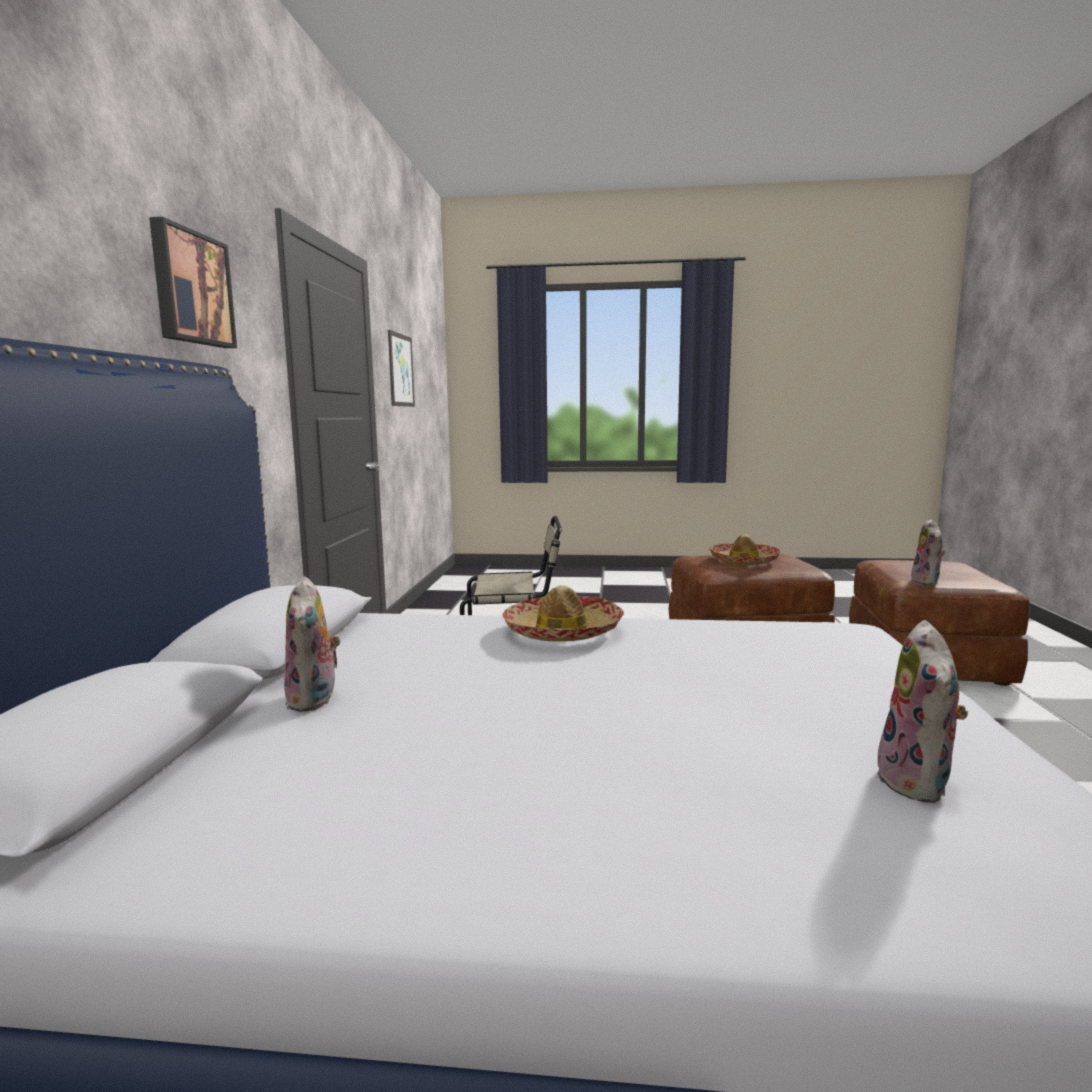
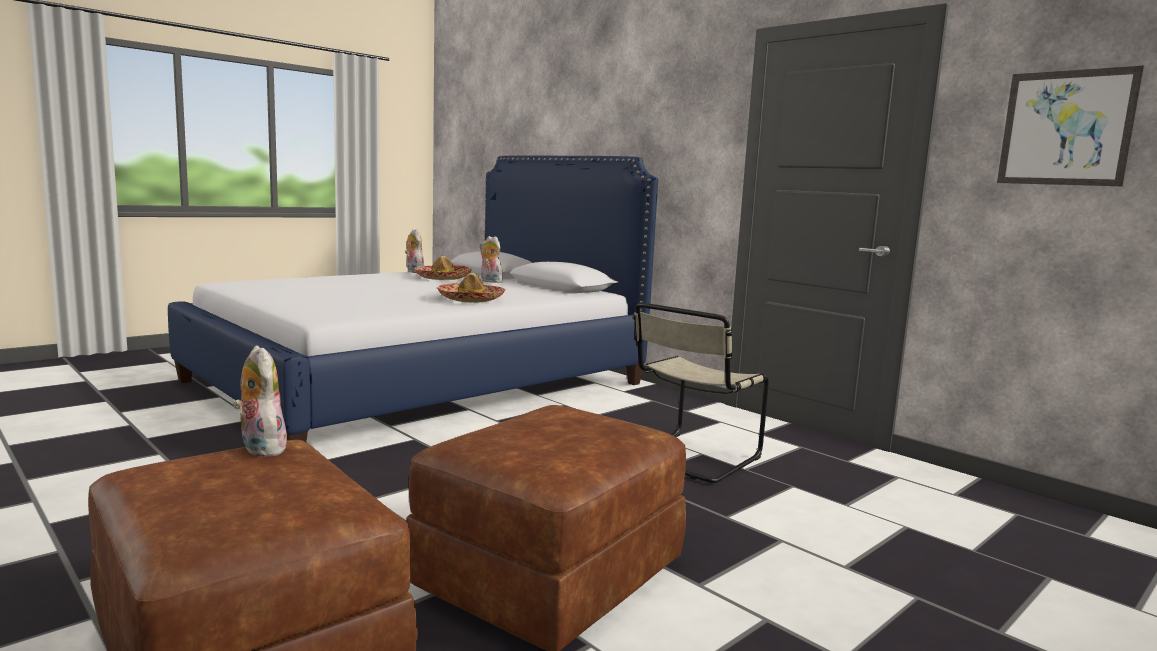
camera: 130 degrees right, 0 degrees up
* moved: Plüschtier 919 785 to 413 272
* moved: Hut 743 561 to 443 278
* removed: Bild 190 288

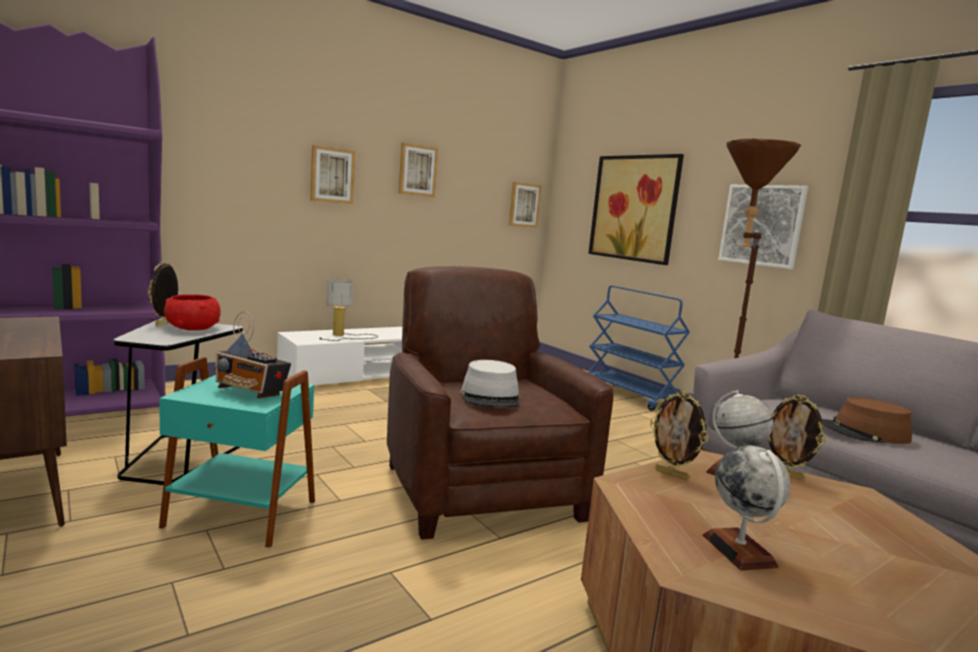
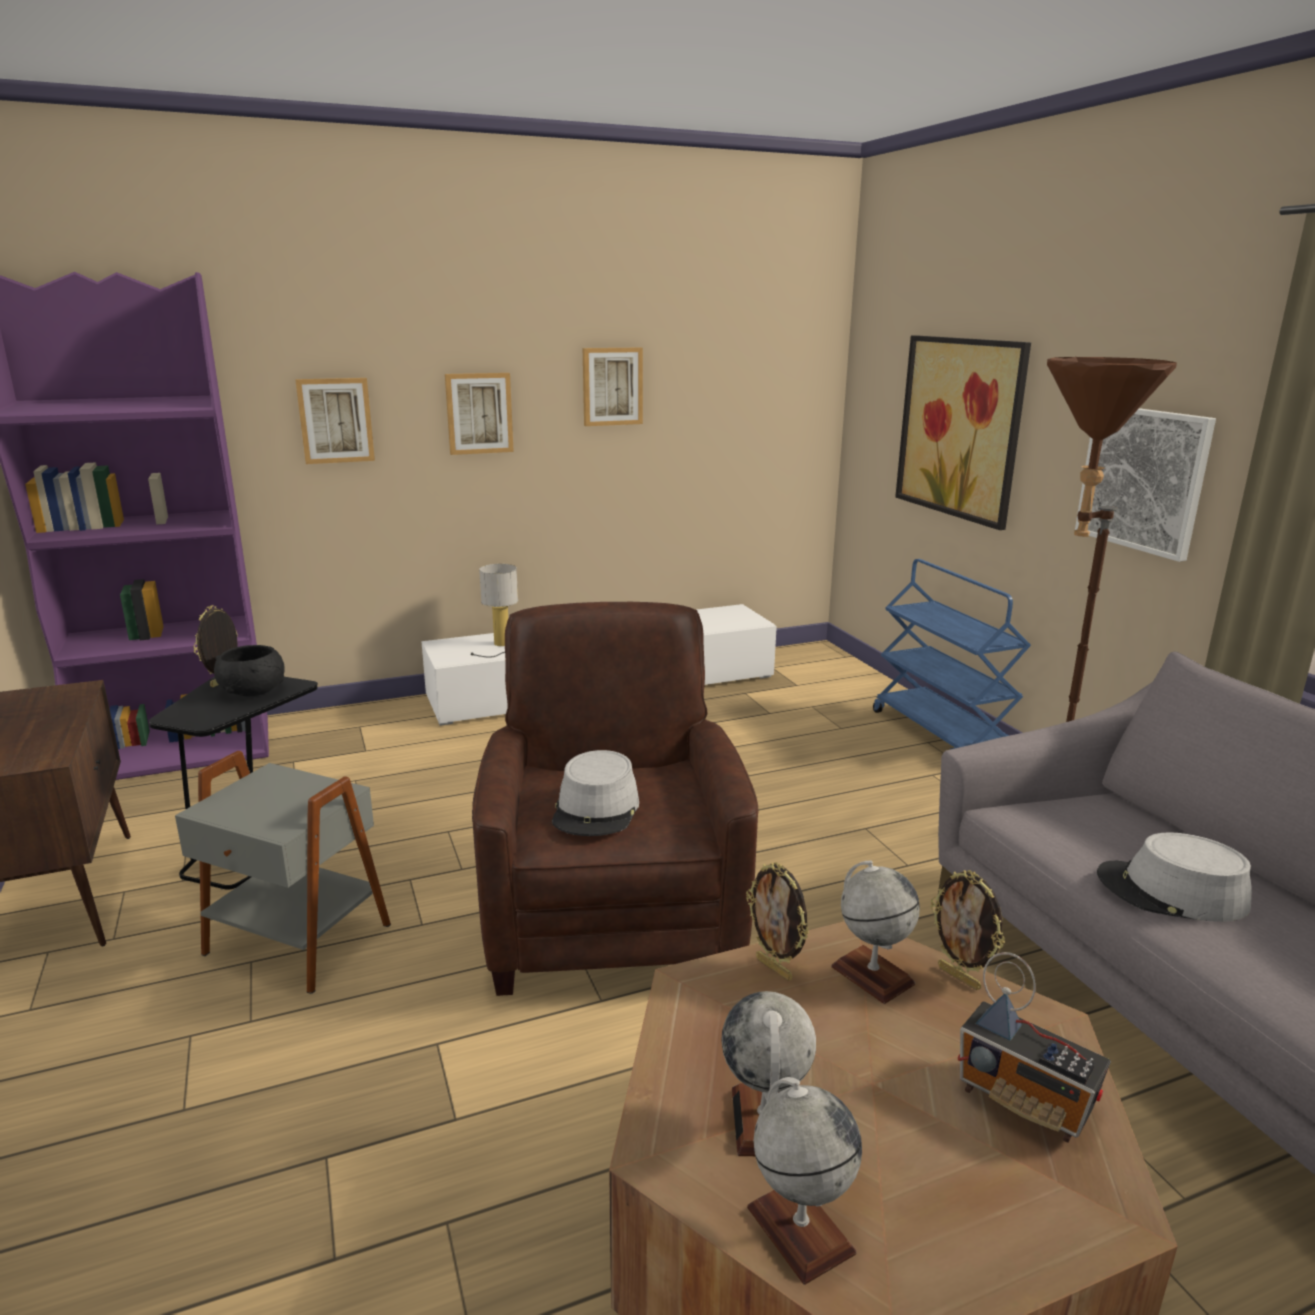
camera: 15 degrees right, 10 degrees up
* recoloured: Beistelltisch/türkis 240 515 to Beistelltisch/grau 295 941
* recoloured: Schüssel/rot 192 328 to Schüssel/schwarz 252 690
* moved: Bild 524 205 to 335 420
* added: Globus 799 1229
* moved: Radio 251 392 to 1025 1101
* recoloured: Hut/braun 863 433 to Hut/grau 1171 892

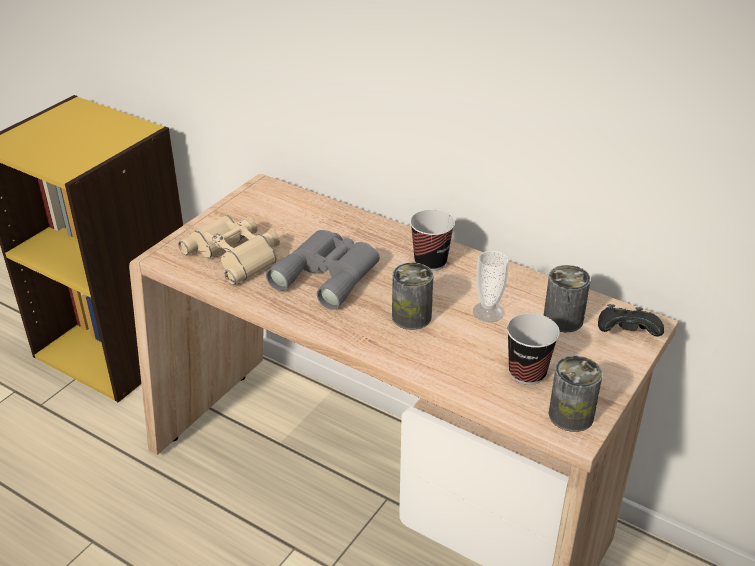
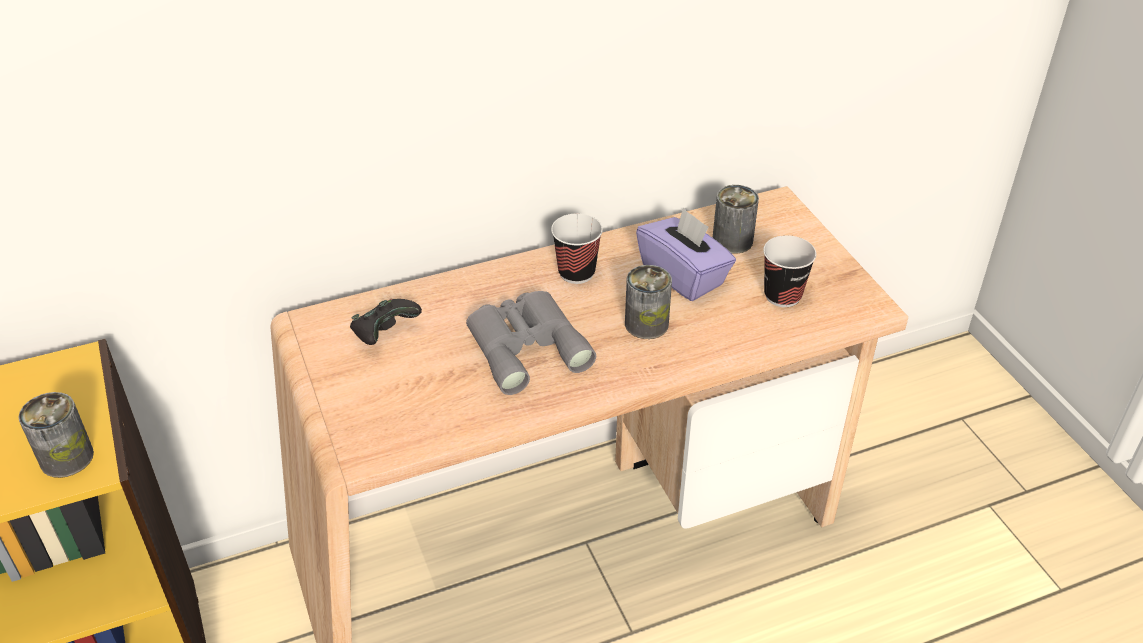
camera: 55 degrees left, 5 degrees up
* moved: Dose 571 415 to 67 458
* moved: Gamepad/schwarz 626 334 to 384 333
* replaced: Tasse 488 312 to Taschentuchbox/lila 683 276
* removed: Fernglas/beige 236 254

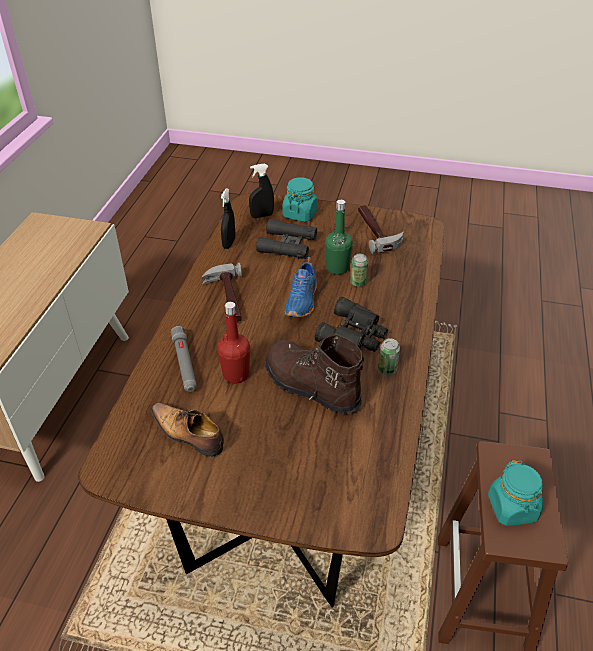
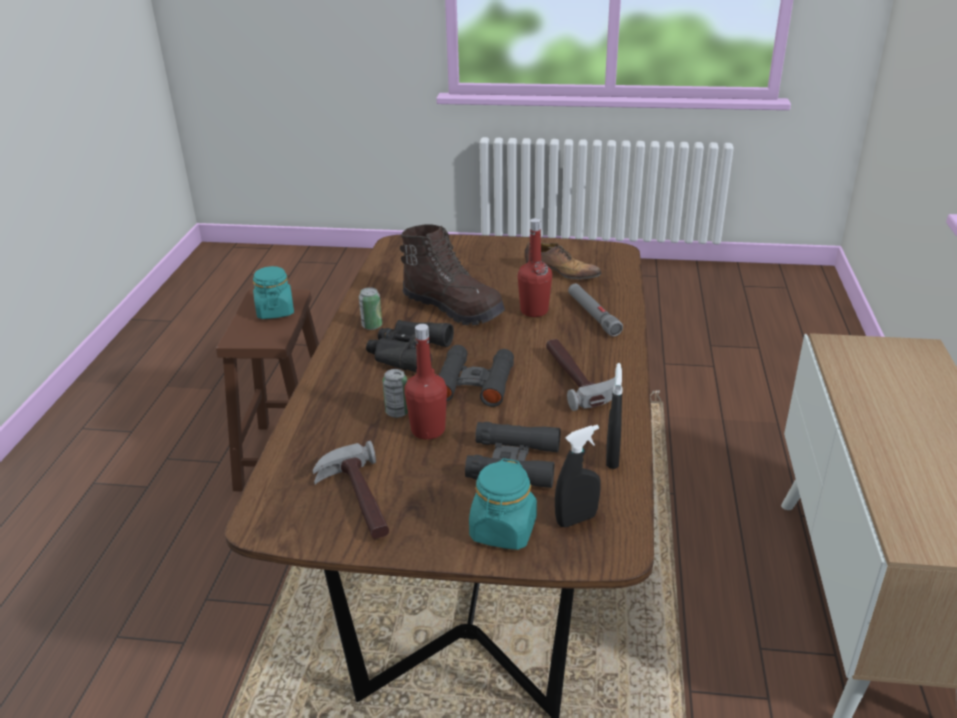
camera: 175 degrees right, 10 degrees down
* recoloured: Flasche/grün 337 268 to Flasche/rot 428 430
* replaced: Schuh/blau 302 301 to Fernglas/schwarz 474 383

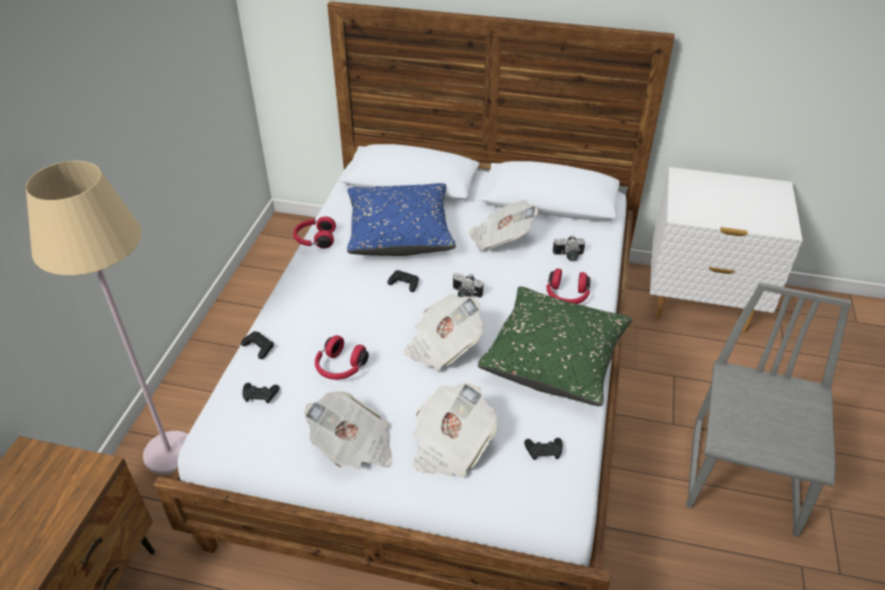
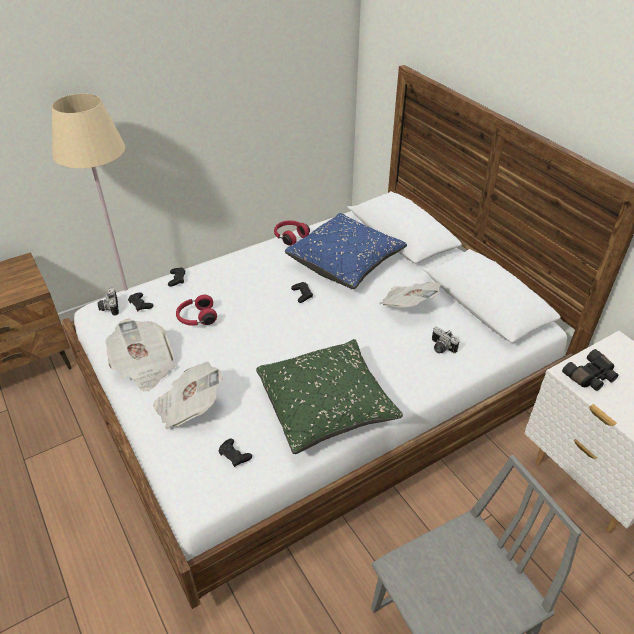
camera: 45 degrees right, 0 degrees up
* moved: Kamera 464 295 to 109 308
* added: Fernglas/schwarz 590 377
* removed: Zeitung 443 346
* removed: Kopfhörer/rot 567 296

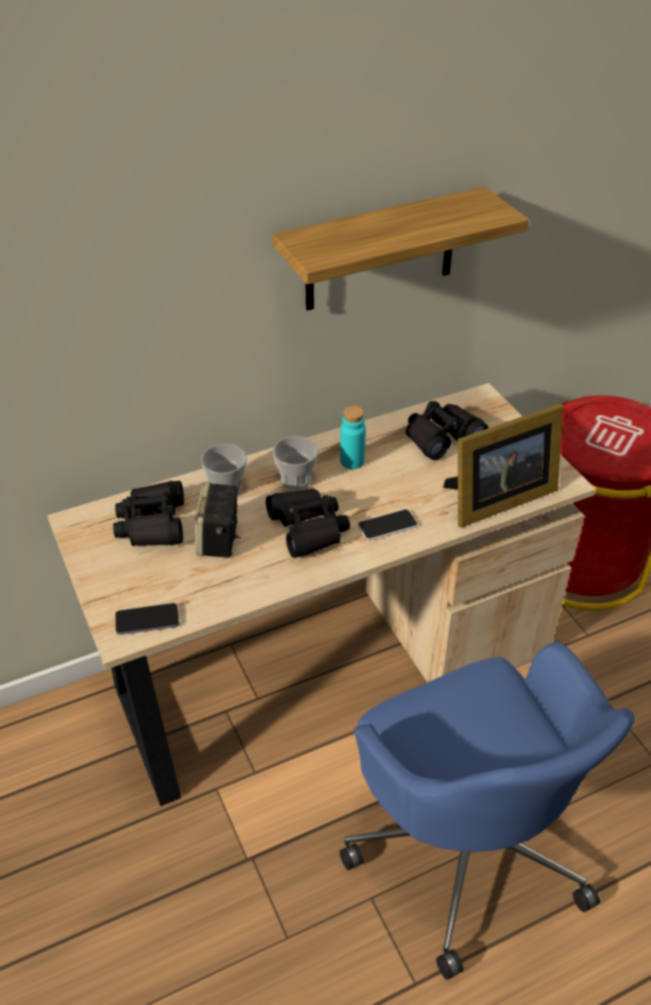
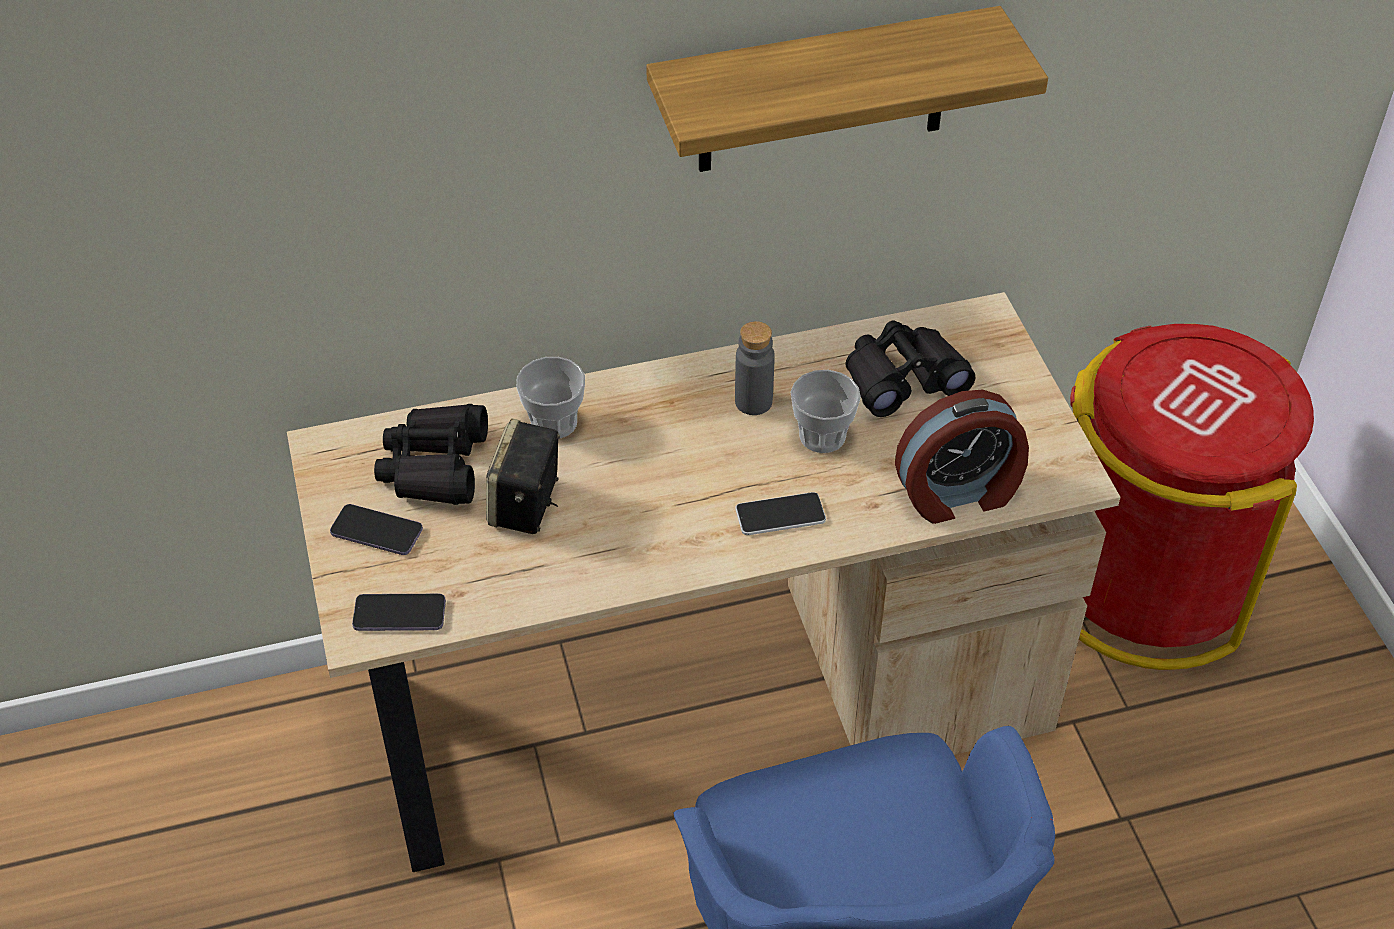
camera: 10 degrees right, 5 degrees up
* added: Handy 377 532
* recoloured: Flasche/türkis 352 461 to Flasche/grau 753 402
* moved: Tasse 296 480 to 822 436
* replaced: Bilderrahmen 496 499 to Wecker 958 494
* removed: Fernglas/schwarz 308 528

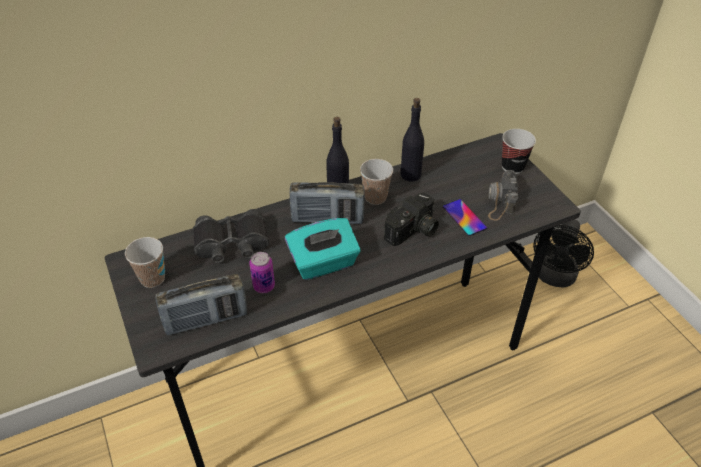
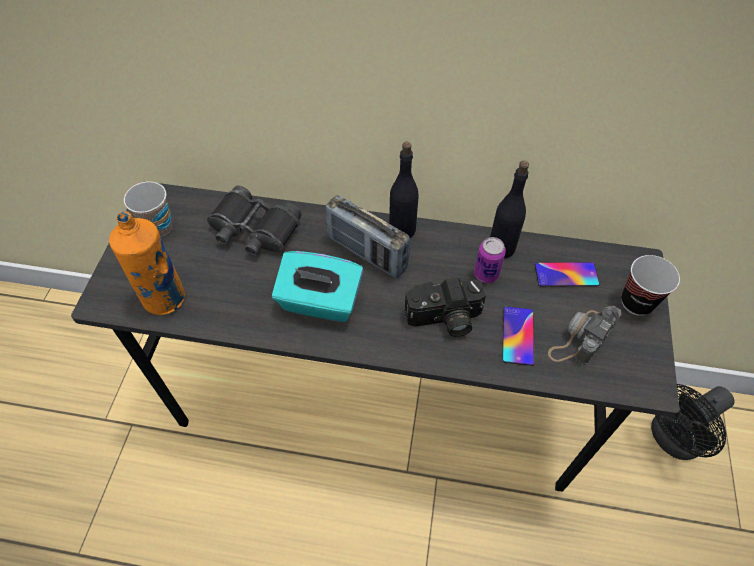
camera: 35 degrees right, 10 degrees up
* replaced: Radio 206 320 to Flasche/orange 165 298
* moved: Dose 264 286 to 486 274
* added: Handy 566 275
* removed: Tasse 375 197

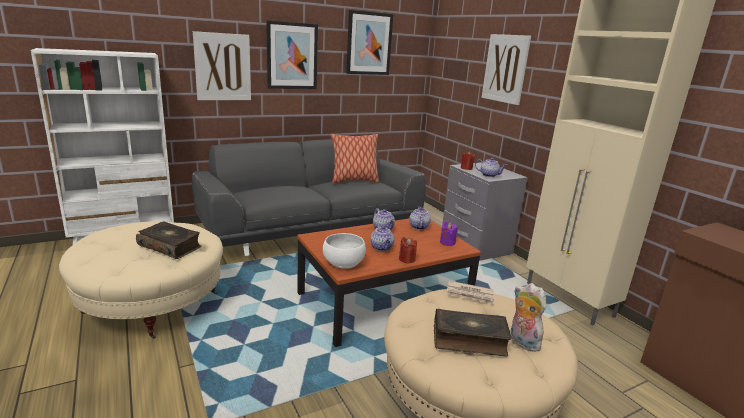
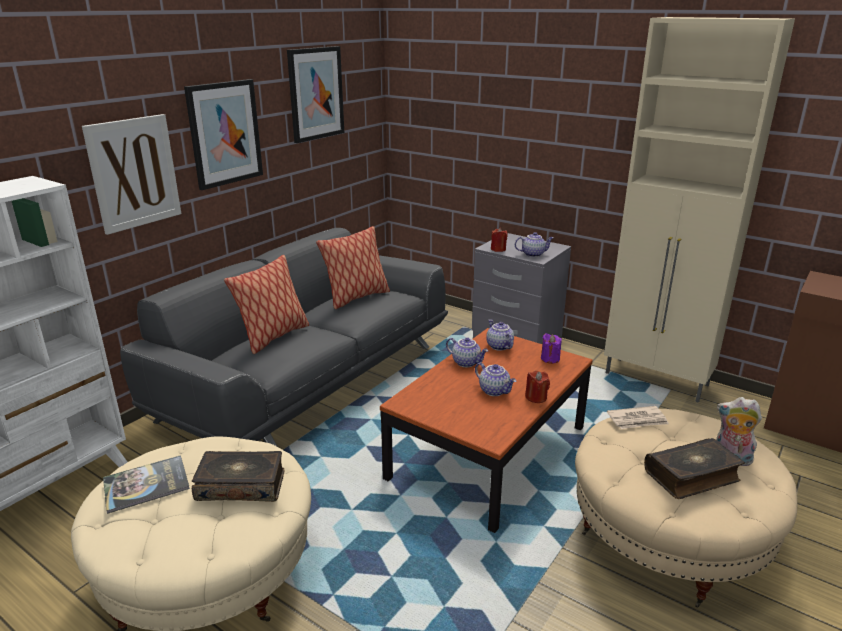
camera: 25 degrees left, 5 degrees up
* added: Buch 146 484
* added: Kissen 273 337
* removed: Schüssel/weiß 343 263
* removed: Bild 505 68

